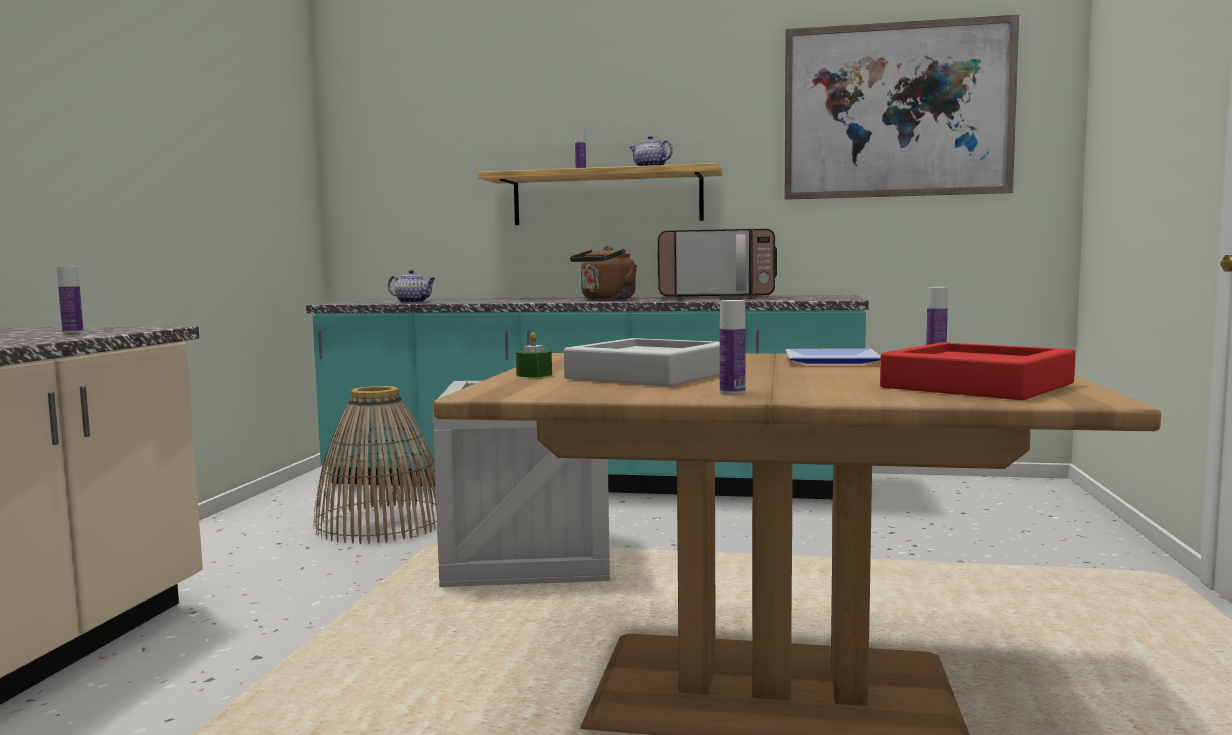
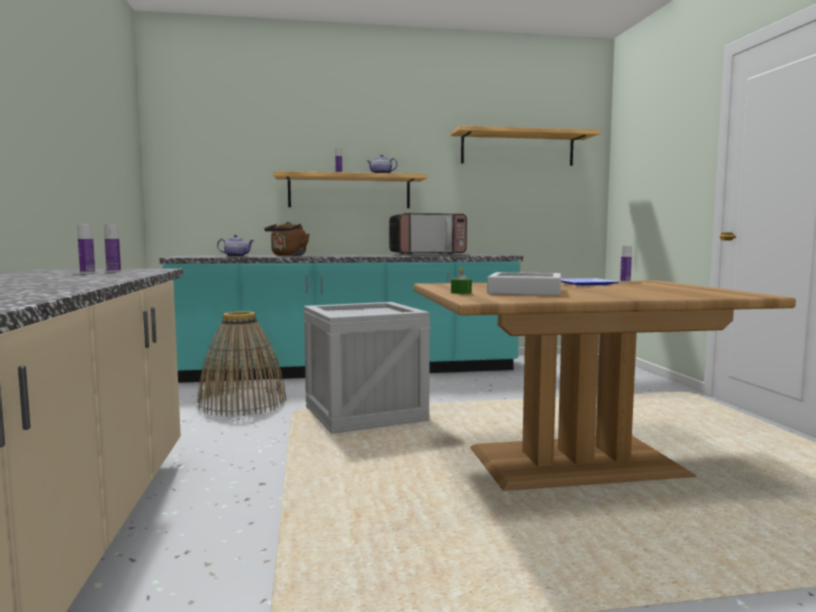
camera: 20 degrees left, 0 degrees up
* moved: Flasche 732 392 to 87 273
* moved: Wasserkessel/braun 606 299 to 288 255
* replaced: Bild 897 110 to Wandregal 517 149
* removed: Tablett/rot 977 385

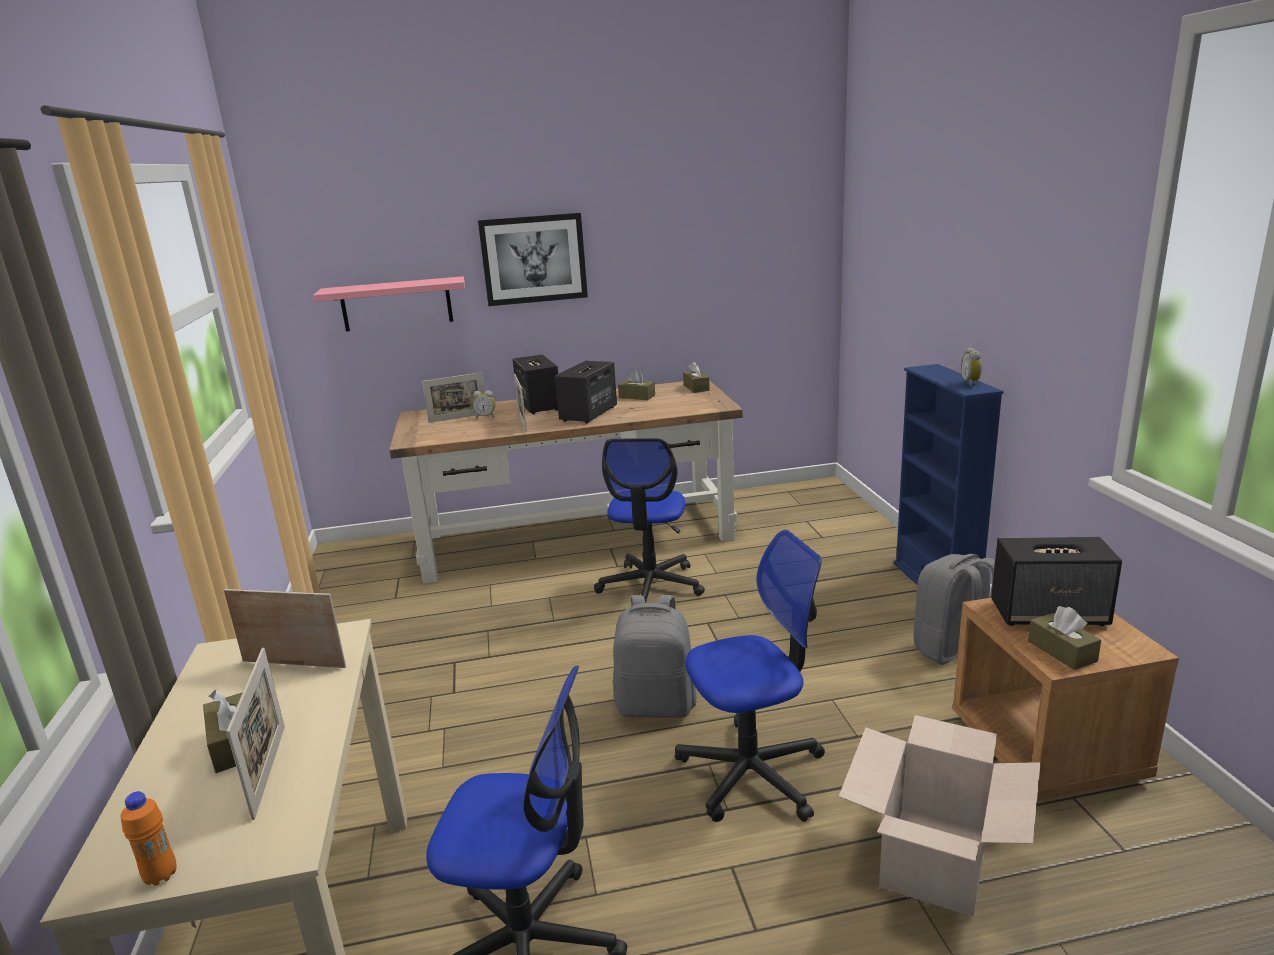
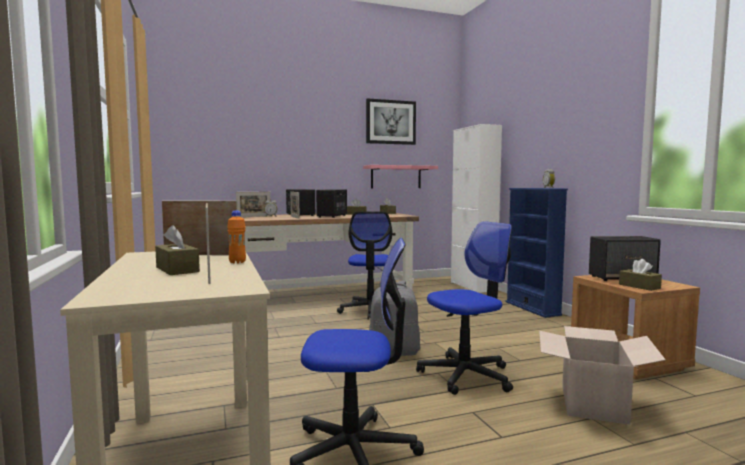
camera: 10 degrees left, 15 degrees down
* moved: Flasche/orange 161 876 to 237 262
* moved: Wandregal/rosa 396 304 to 396 177
* moved: Bild 533 259 to 390 122
* added: Schrank/weiß 473 286
* removed: Rucksack/grau 953 651

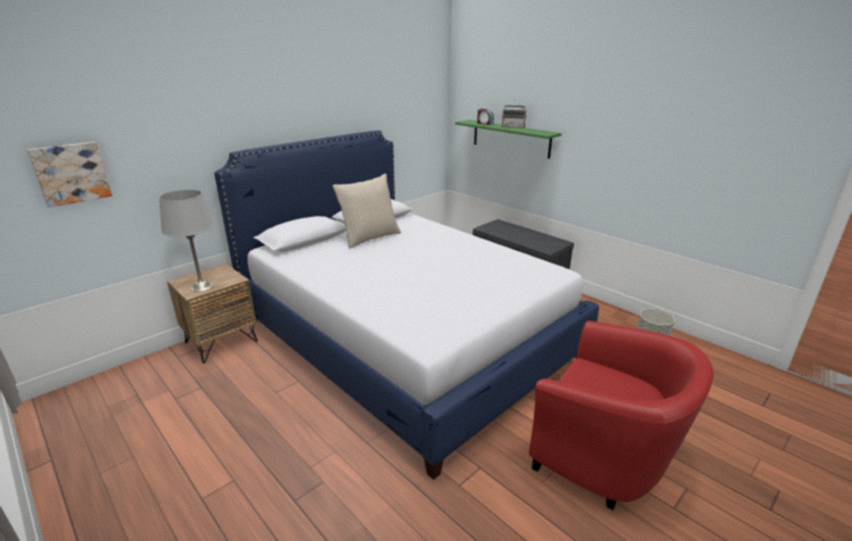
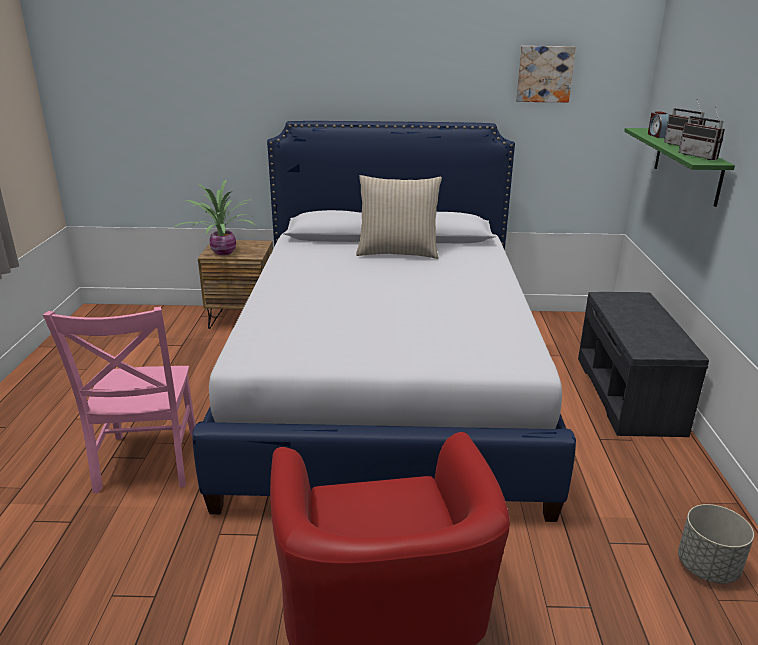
camera: 45 degrees right, 0 degrees up
* added: Stuhl/rosa 147 464
* replaced: Tischlampe/grau 201 287 to Topfpflanze 222 252
* moved: Bild 71 173 to 544 74
* added: Radio 701 156

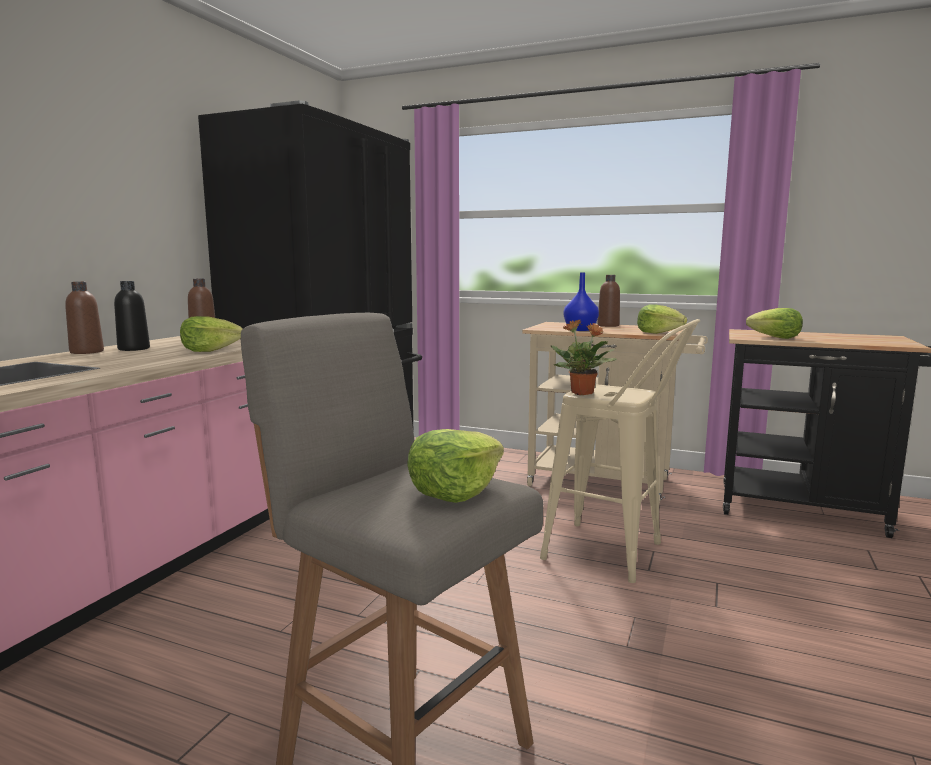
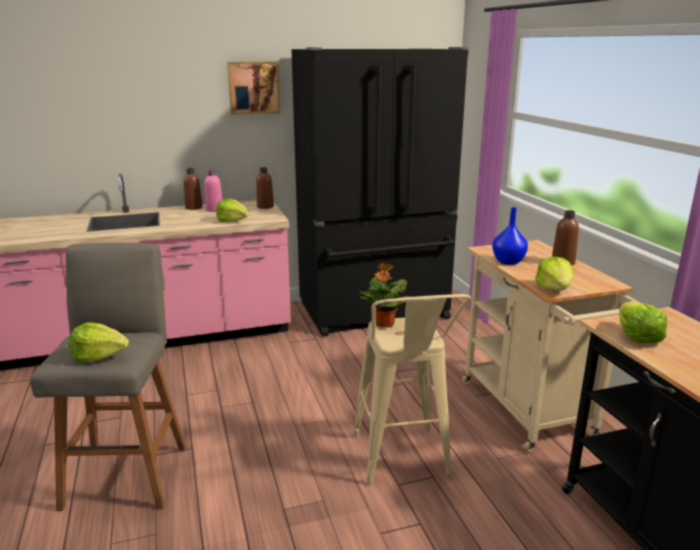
camera: 50 degrees right, 10 degrees up
* recoloured: Flasche/schwarz 134 349 to Flasche/rosa 214 209
* added: Bild 253 88

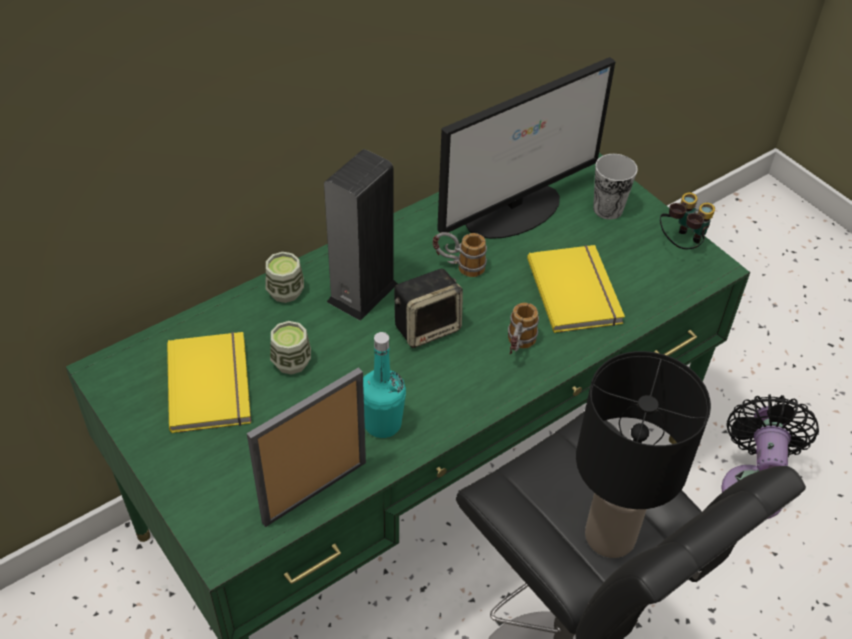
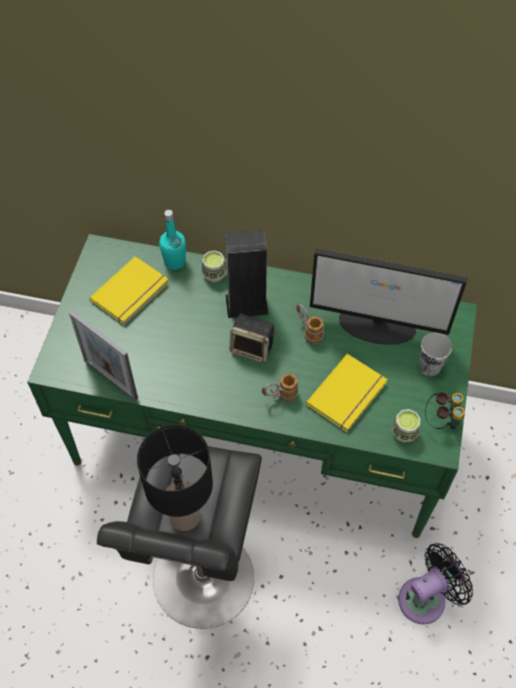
camera: 50 degrees right, 10 degrees up
* turned: Bilderrahmen 314 492 = 110 379 150 degrees counterclockwise
* moved: Flasche/türkis 382 424 to 175 262
* moved: Tasse 291 362 to 404 432

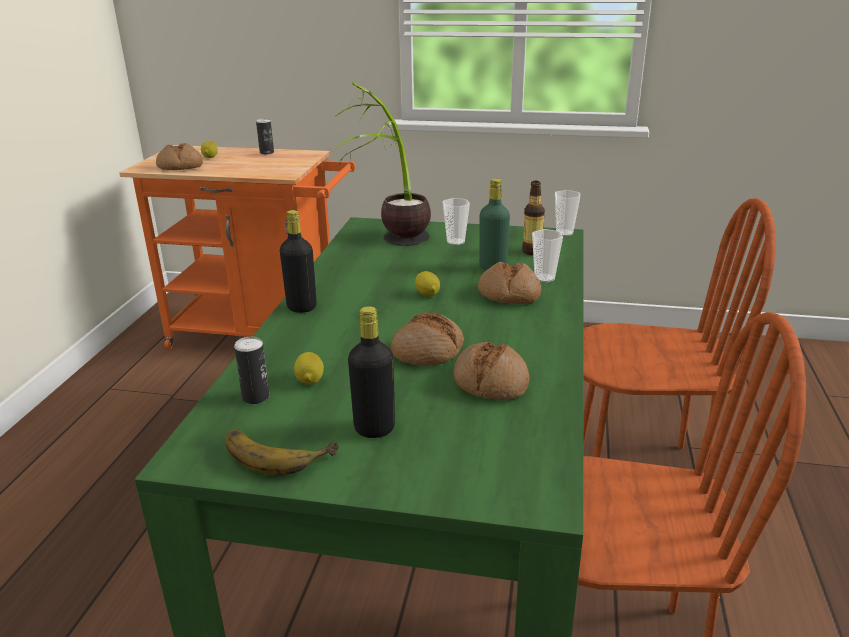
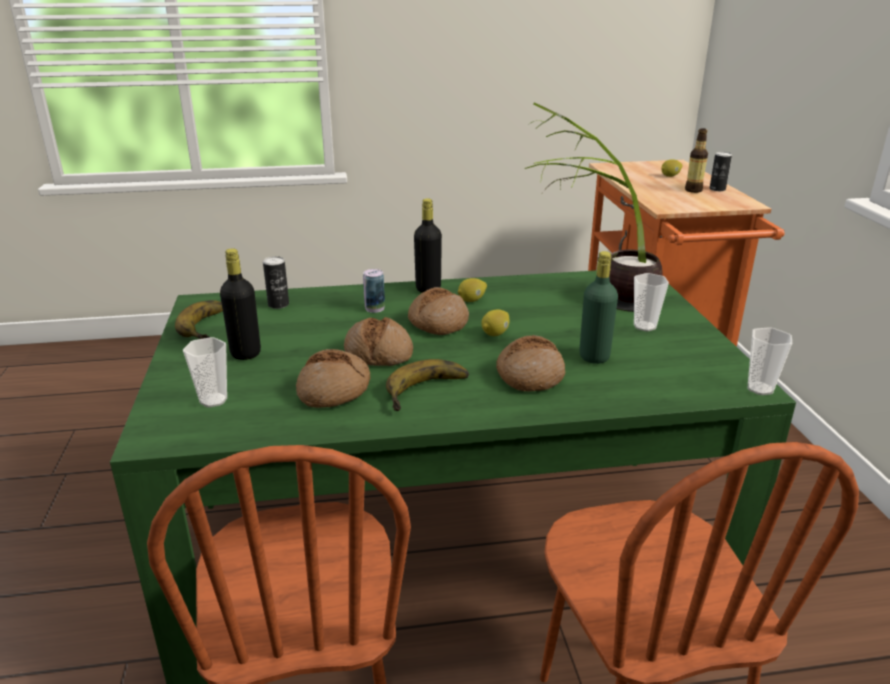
camera: 70 degrees right, 0 degrees up
* moved: Tasse 544 278 to 213 400
* added: Dose 374 308
* added: Banane 430 392
* moved: Brot 180 166 to 437 322
* moved: Zitrone 310 380 to 472 300
* moved: Flasche 532 251 to 693 190

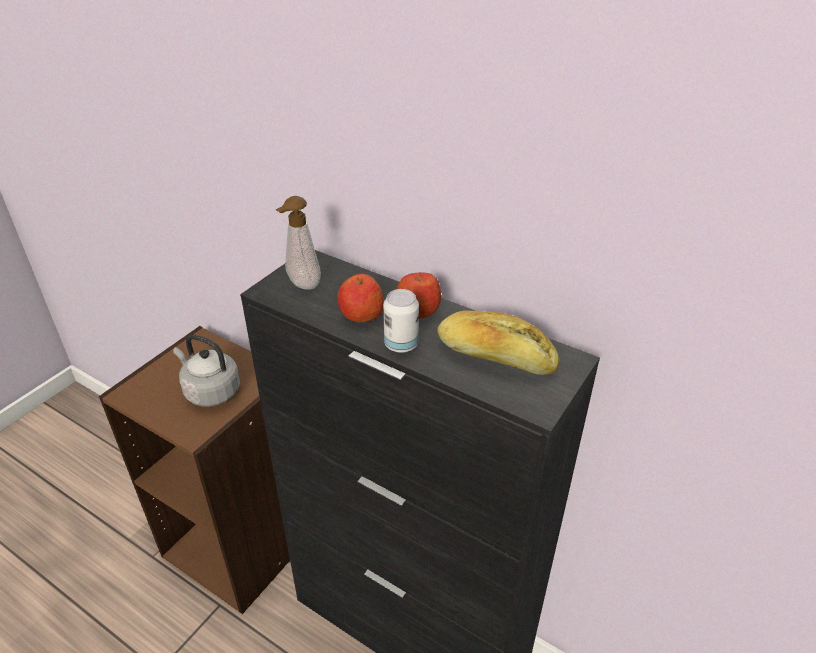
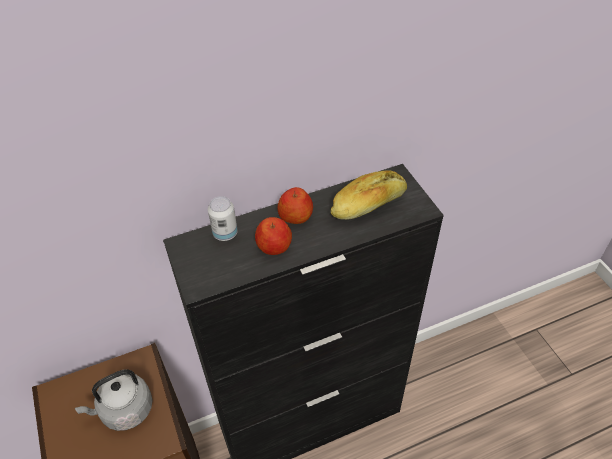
camera: 55 degrees left, 10 degrees up
* moved: Dose 401 345 to 225 233
* removed: Seifenspender 302 285

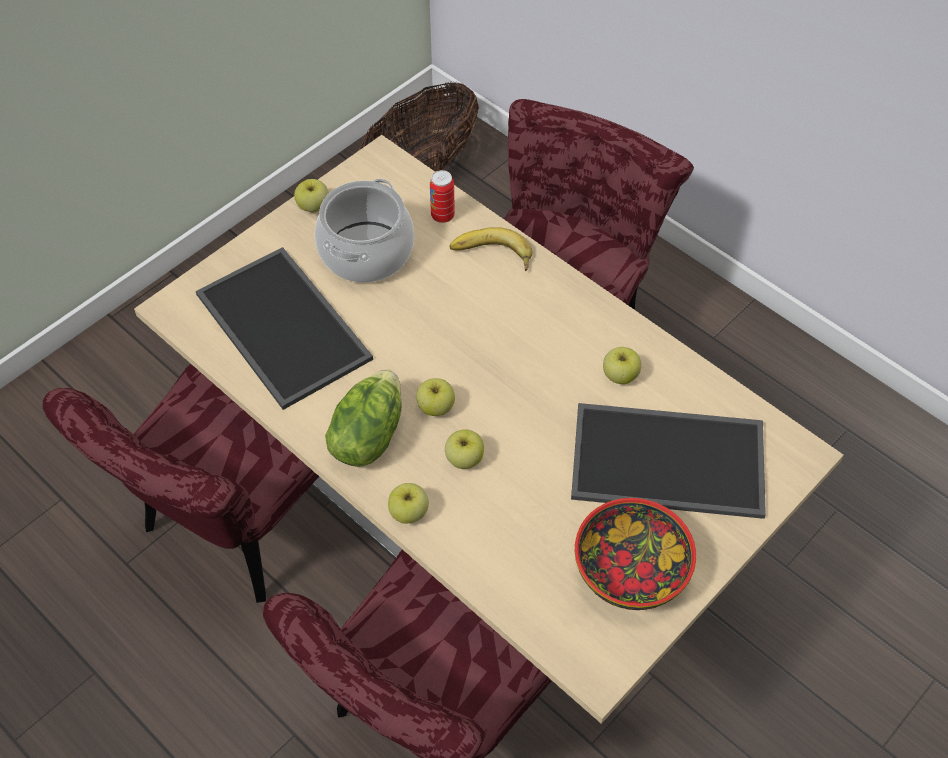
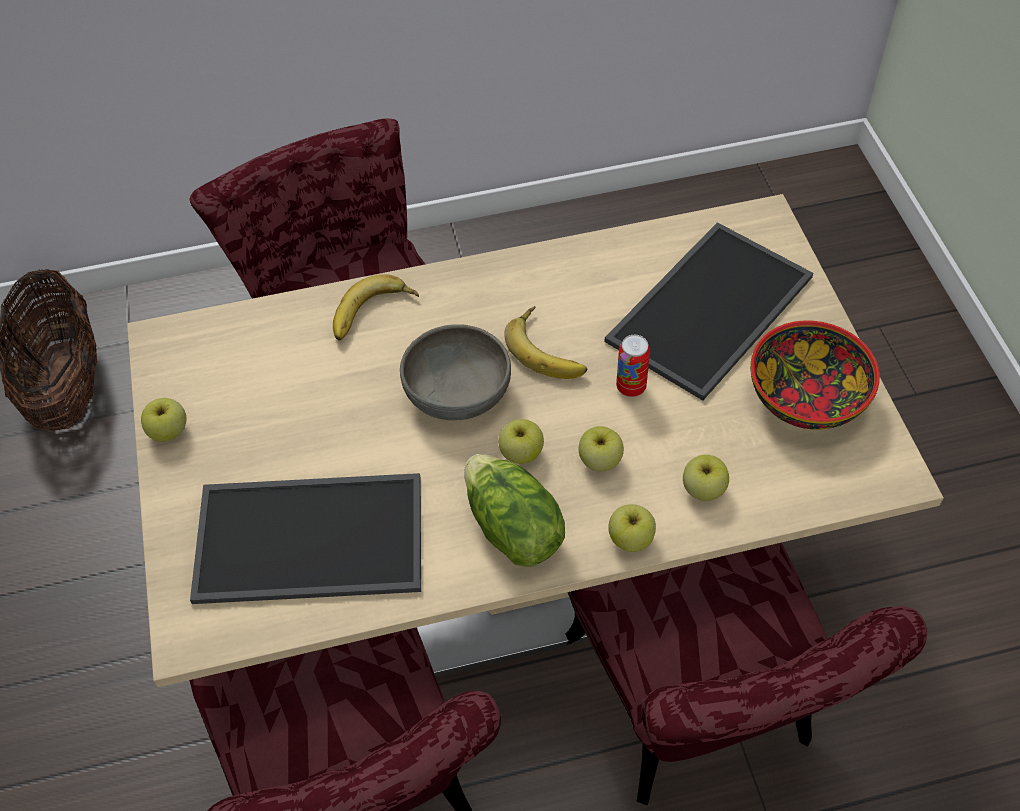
camera: 55 degrees left, 0 degrees up
* added: Schüssel/grau 457 392
* added: Banane 549 349
* moved: Dose 442 216 to 631 387
* moved: Apfel 620 375 to 703 489
* removed: Kochtopf 367 253

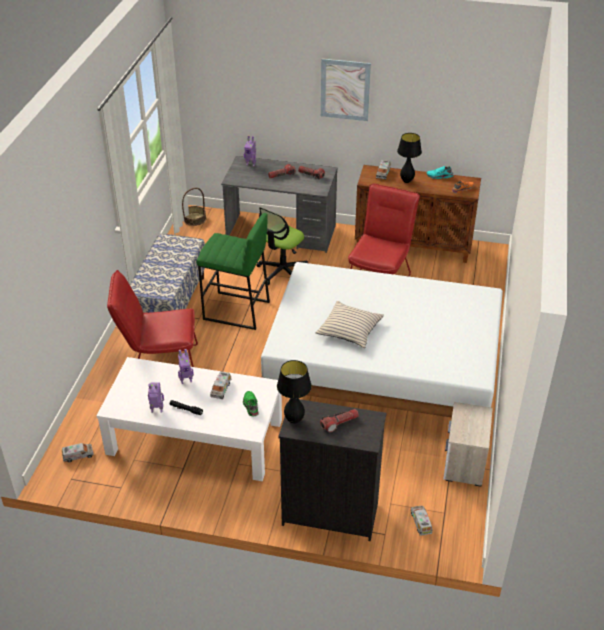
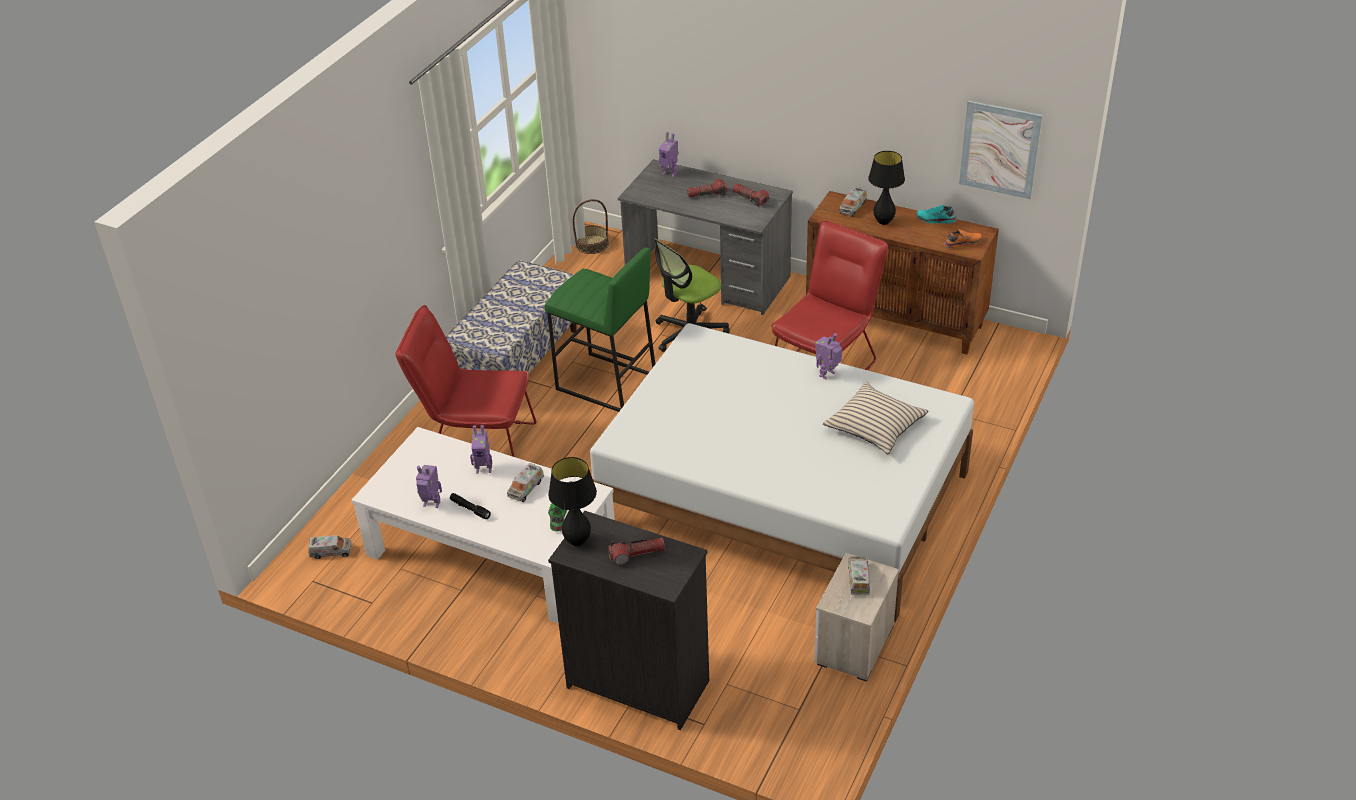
camera: 15 degrees right, 0 degrees up
* added: Spielzeugroboter 827 375
* moved: Kissen/beige 350 330 to 875 426
* moved: Spielzeuglaster 421 523 to 858 579
* moved: Bild 345 89 to 1000 149

